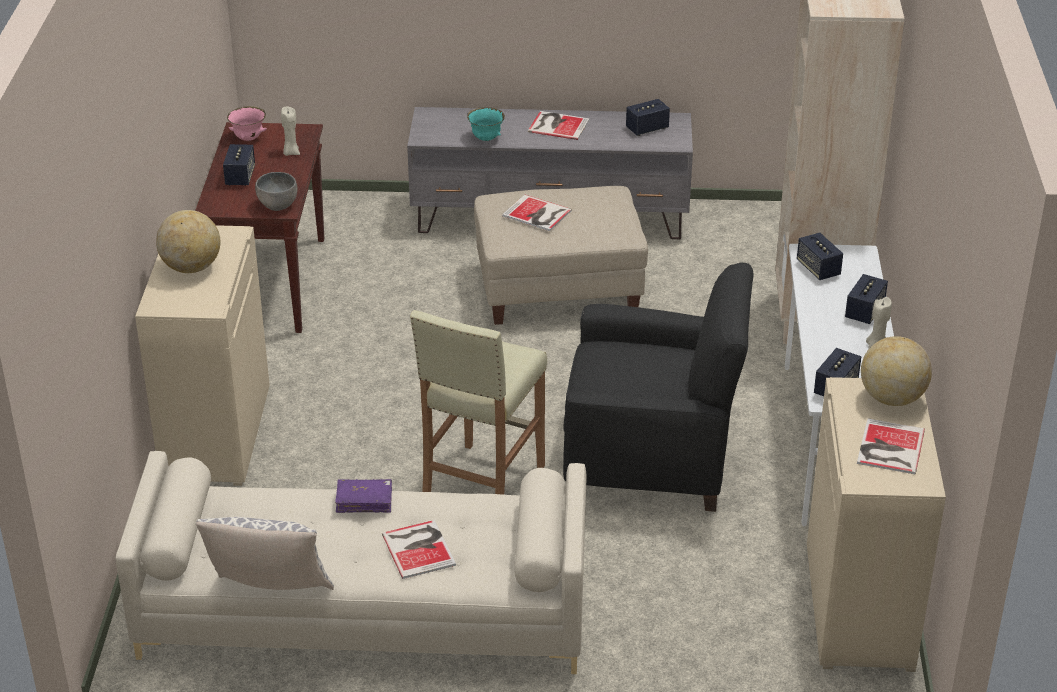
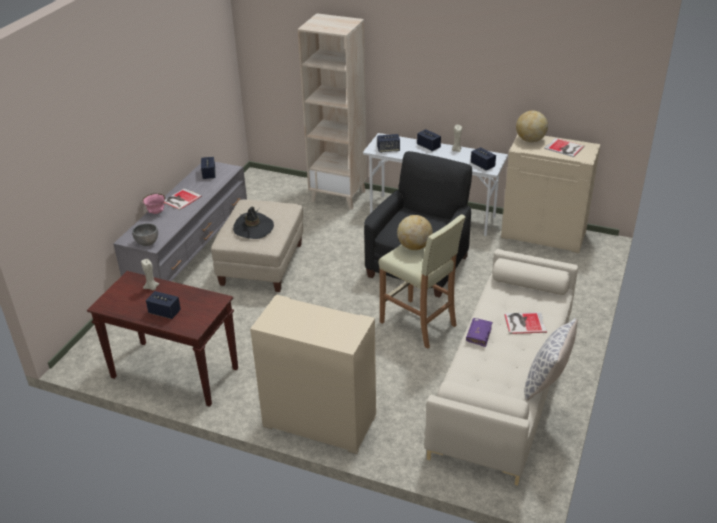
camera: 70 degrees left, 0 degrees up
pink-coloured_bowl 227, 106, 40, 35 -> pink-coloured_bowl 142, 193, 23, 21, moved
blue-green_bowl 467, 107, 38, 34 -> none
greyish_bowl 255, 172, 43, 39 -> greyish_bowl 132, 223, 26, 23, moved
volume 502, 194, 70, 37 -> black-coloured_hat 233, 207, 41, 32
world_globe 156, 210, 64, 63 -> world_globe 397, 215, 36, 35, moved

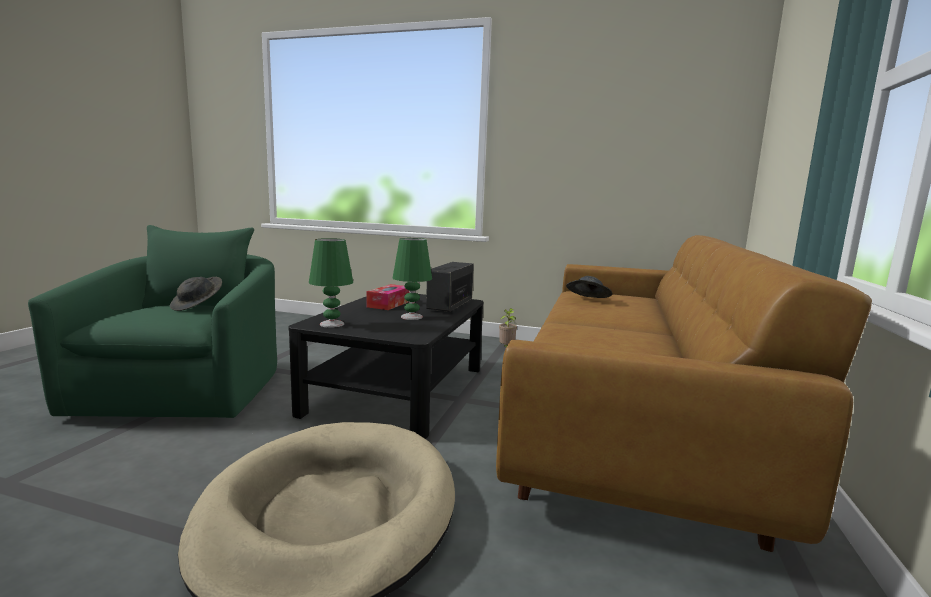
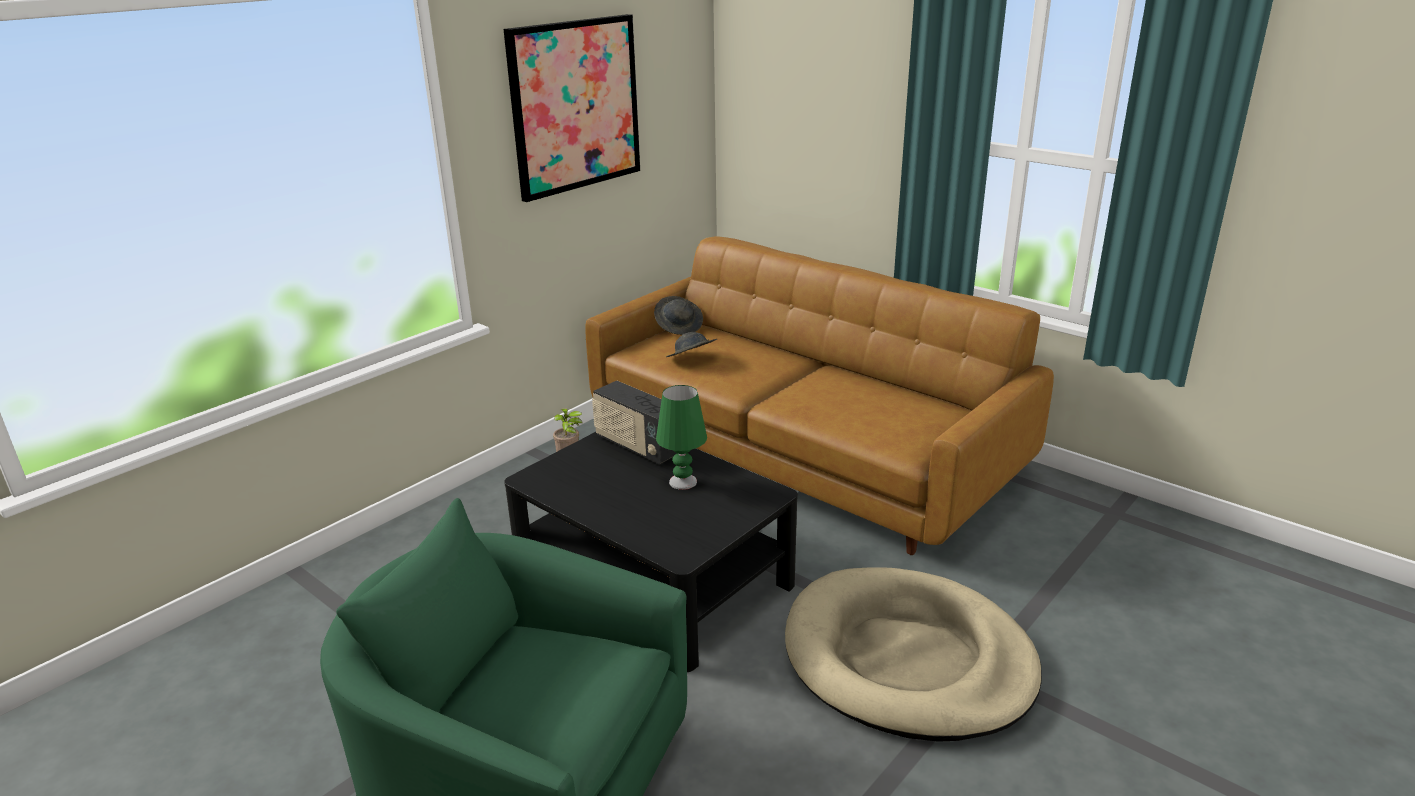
camera: 65 degrees left, 15 degrees up
greenish_table_lamp 309, 238, 44, 90 -> none
greyish_hat 170, 277, 52, 34 -> greyish_hat 654, 296, 49, 39, moved
box_of_tissues 366, 284, 43, 26 -> none
none -> wall_art 503, 14, 137, 188

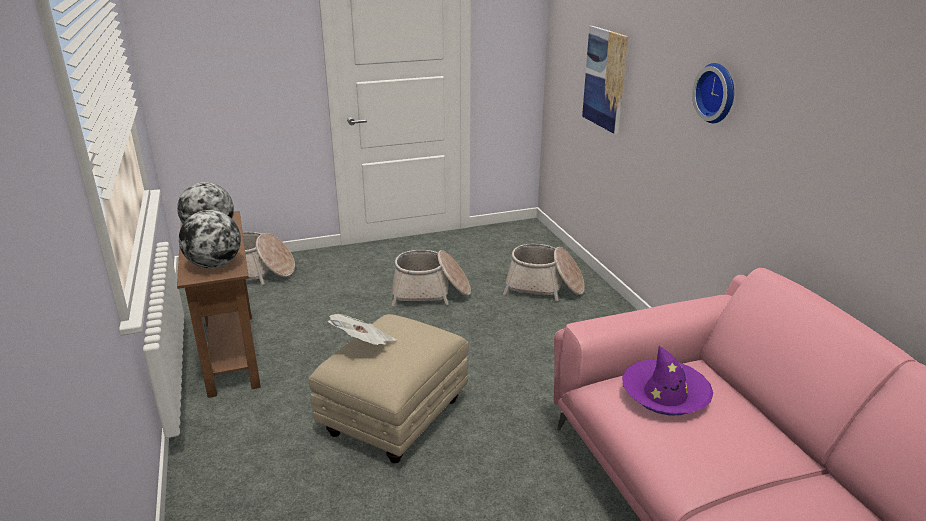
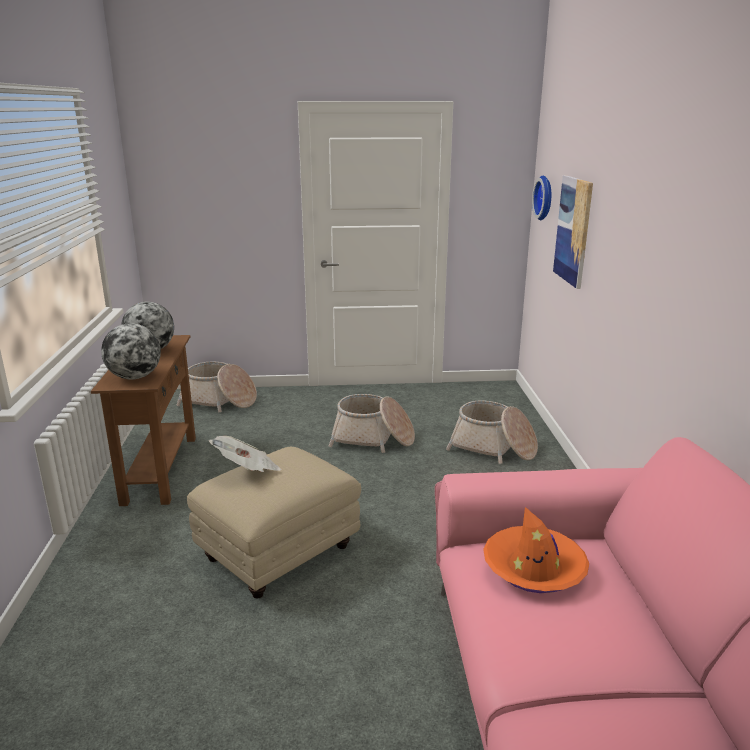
camera: 15 degrees right, 5 degrees down
wall_clock 692, 63, 42, 60 -> wall_clock 532, 176, 19, 44, moved
purple_hat 622, 346, 91, 70 -> orange_hat 483, 507, 106, 86

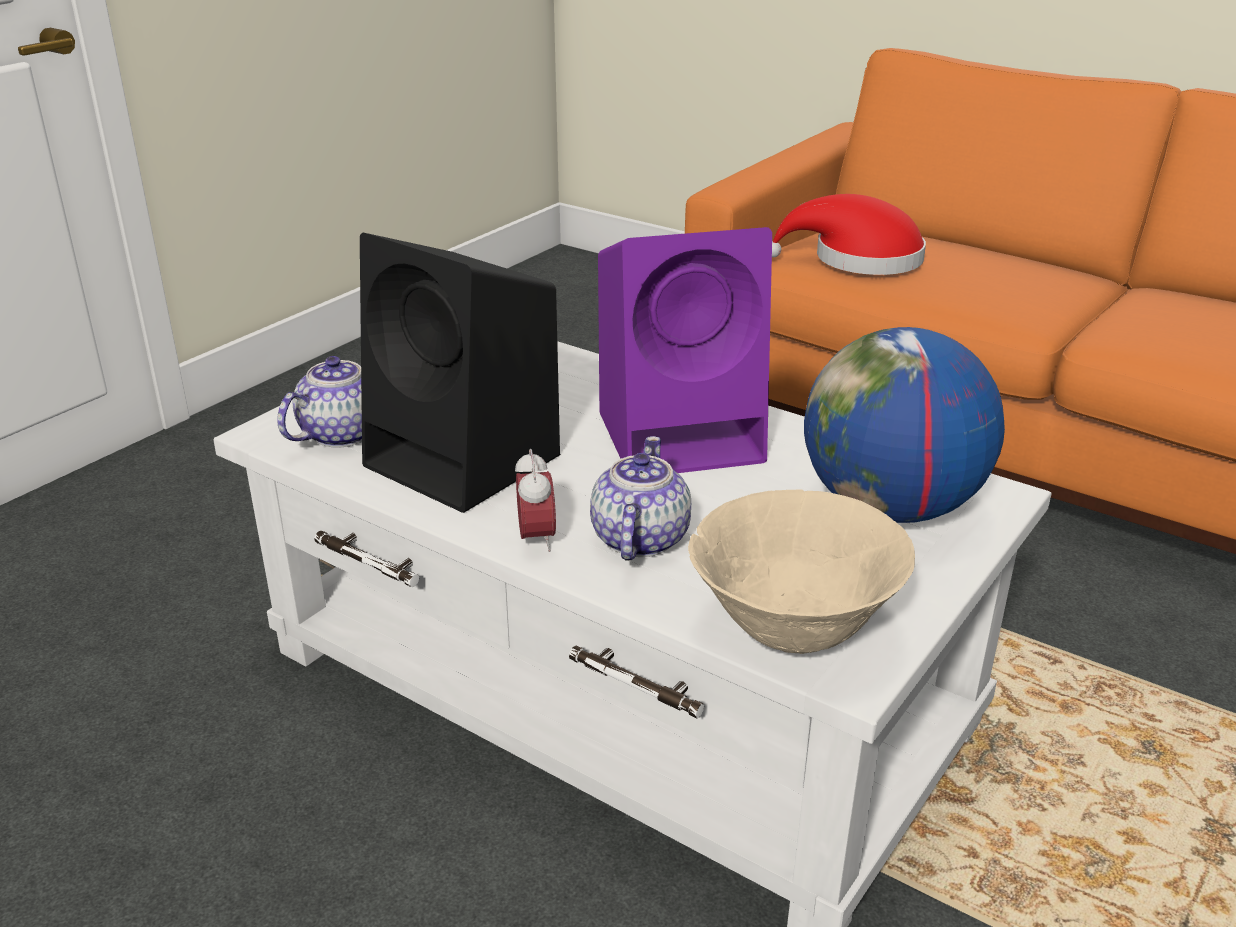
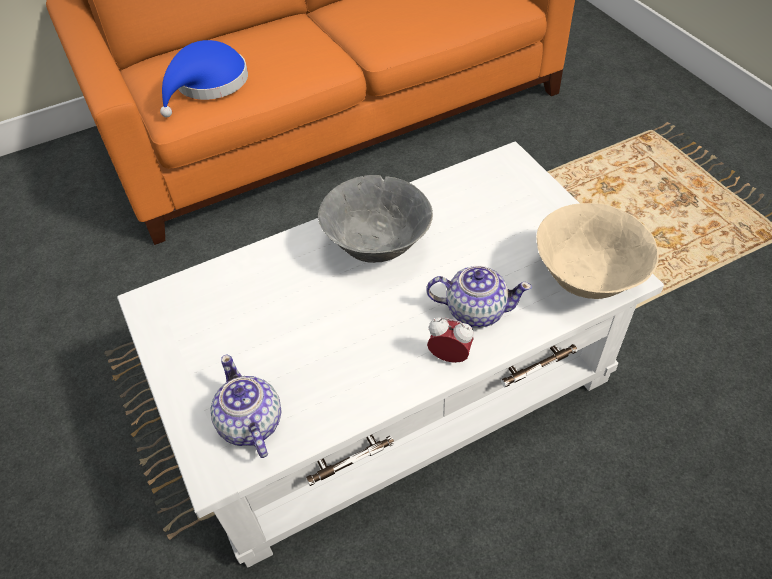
camera: 60 degrees left, 20 degrees up
red-coloured_hat 772, 194, 154, 81 -> blue-coloured_hat 160, 40, 88, 77
purple_audio_speaker 598, 227, 174, 246 -> greyish_bowl 318, 175, 115, 88
black-coloured_audio_speaker 360, 233, 200, 280 -> none
world_globe 804, 327, 201, 196 -> none
teapot 590, 436, 101, 124 -> teapot 426, 266, 106, 62, 150 degrees clockwise

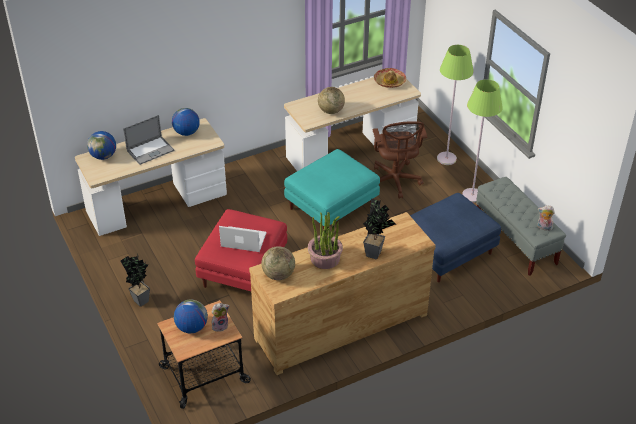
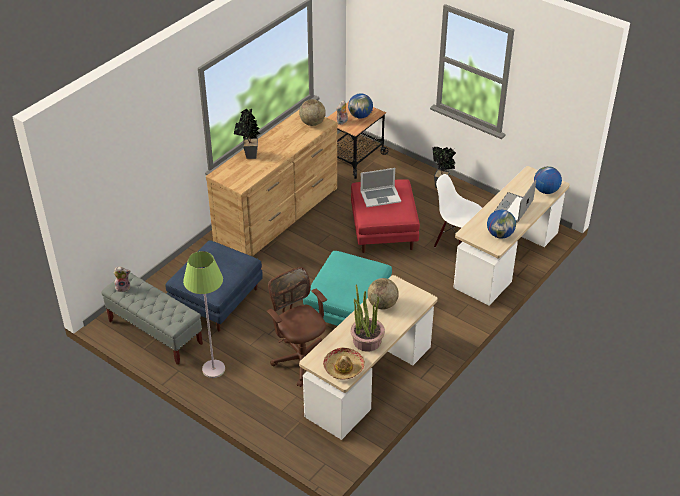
camera: 155 degrees right, 0 degrees up
greenish_standard_lamp 437, 45, 37, 120 -> none
potted_plant 308, 212, 35, 57 -> potted_plant 350, 285, 35, 67, moved
none -> white_plain_chair 434, 174, 48, 74

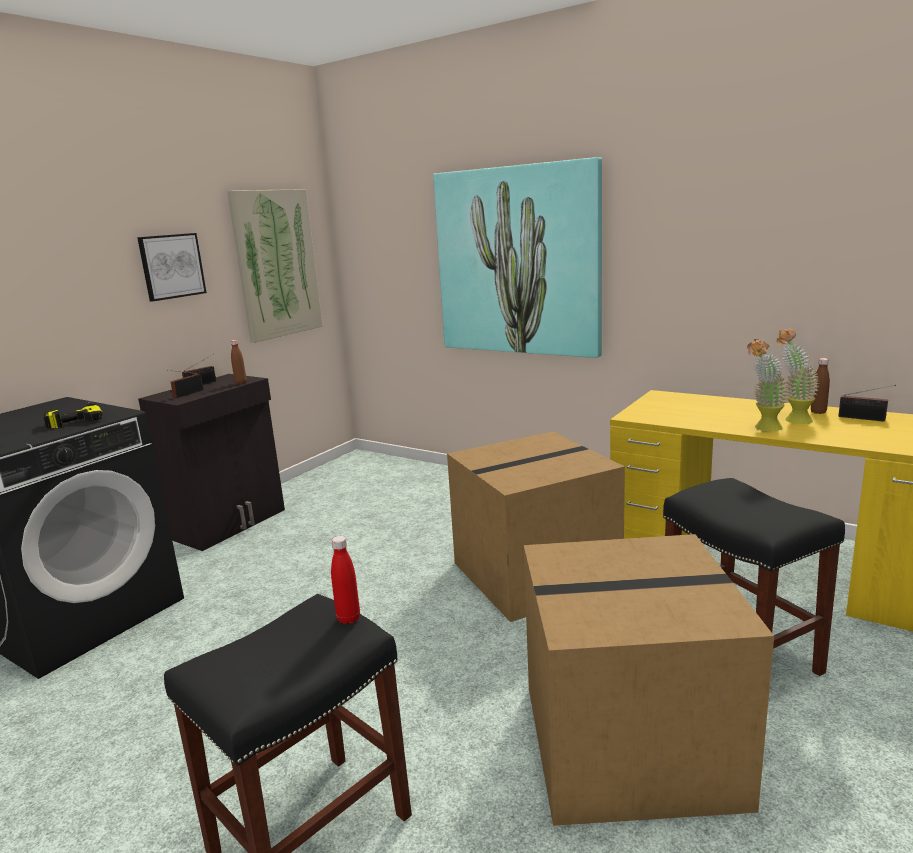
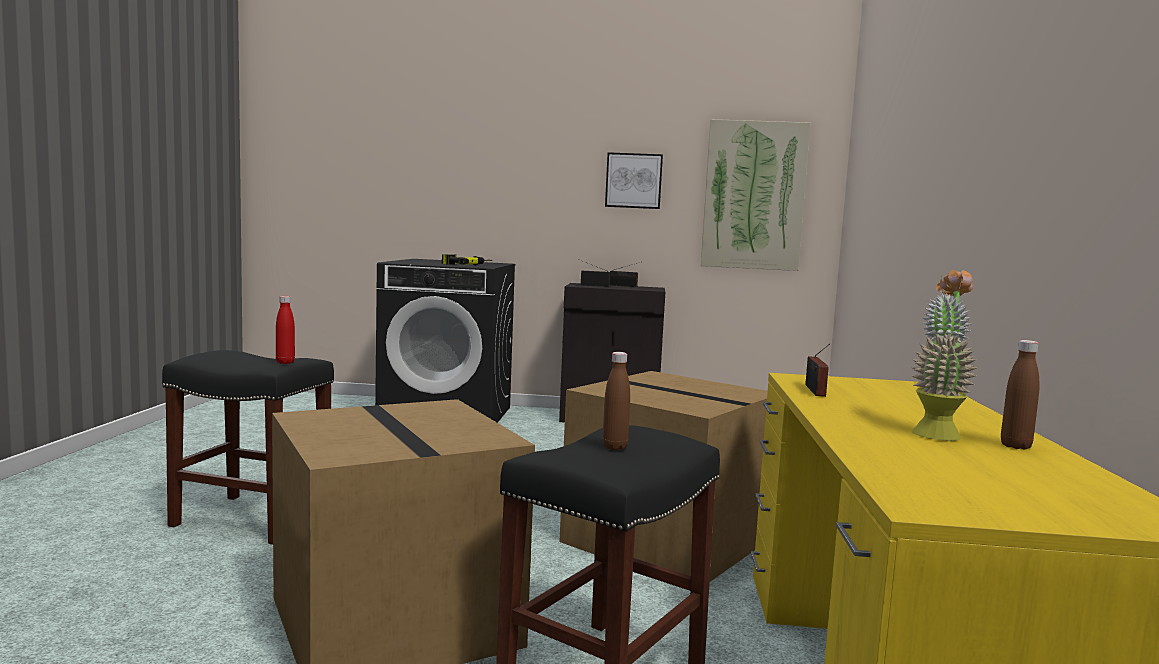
camera: 60 degrees right, 10 degrees down
wall_art 433, 157, 169, 201 -> none
potted_plant 747, 339, 42, 92 -> none
brown-coloured_bottle 231, 340, 16, 44 -> brown-coloured_bottle 602, 352, 28, 98, moved
radio_receiver 839, 385, 57, 37 -> radio_receiver 805, 344, 25, 53, moved

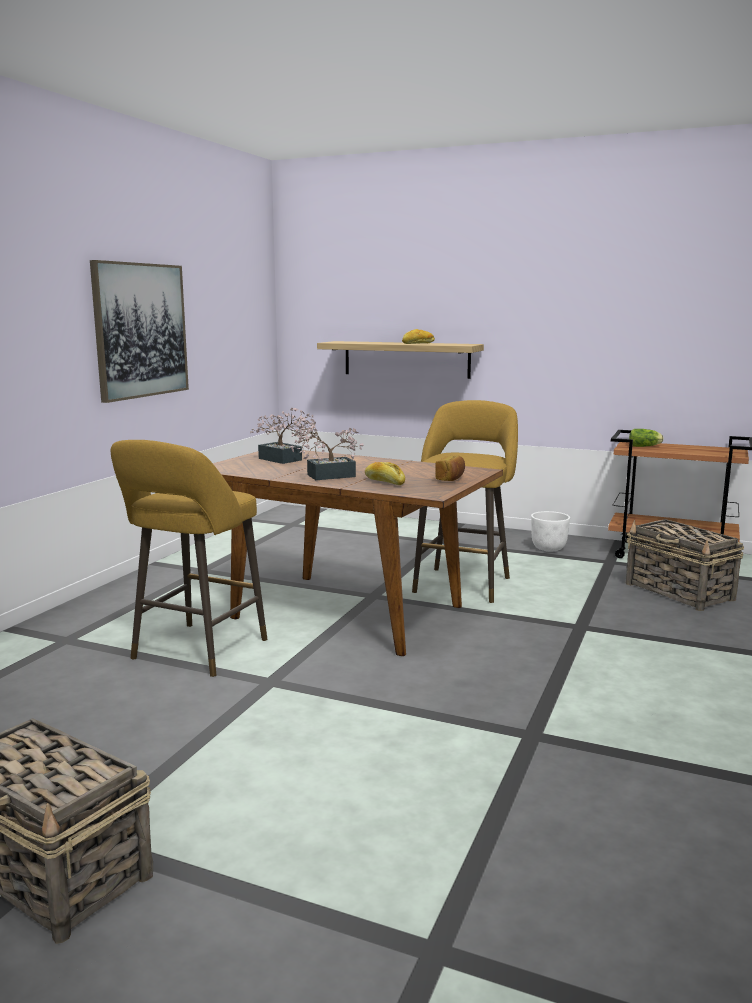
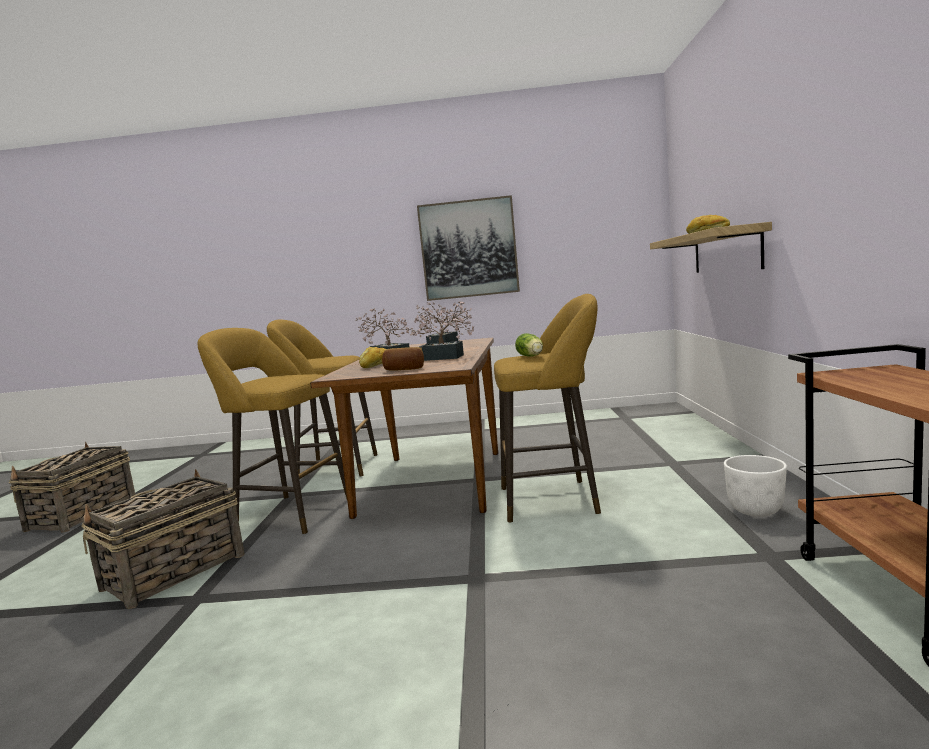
camera: 70 degrees right, 5 degrees down
head_of_lettuce 629, 429, 34, 18 -> head_of_lettuce 515, 333, 28, 23, moved
storage_basket 626, 519, 118, 92 -> storage_basket 81, 469, 164, 140, moved
none -> potted_plant 409, 301, 65, 60
none -> yellow_stool_seat 197, 328, 150, 206

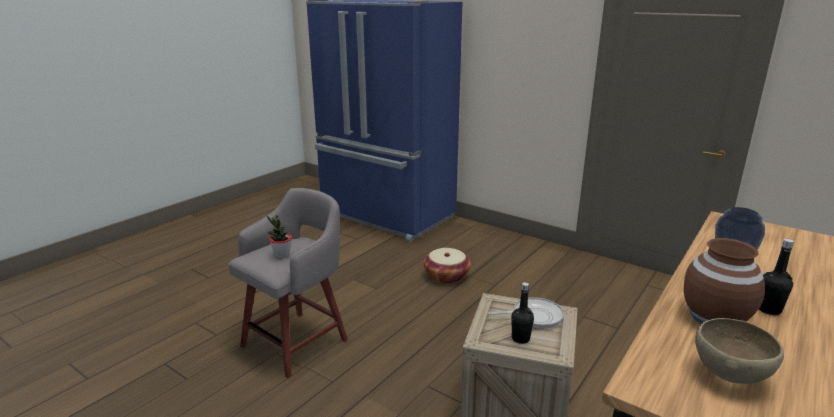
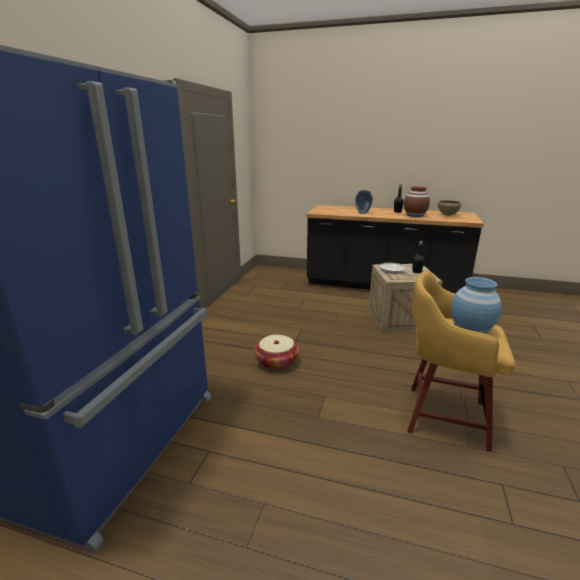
camera: 110 degrees left, 0 degrees up
greyish_stool_seat 228, 188, 120, 190 -> yellow_stool_seat 408, 271, 107, 181
potted_plant 267, 215, 25, 43 -> blue-coloured_flower_vase 451, 277, 51, 57

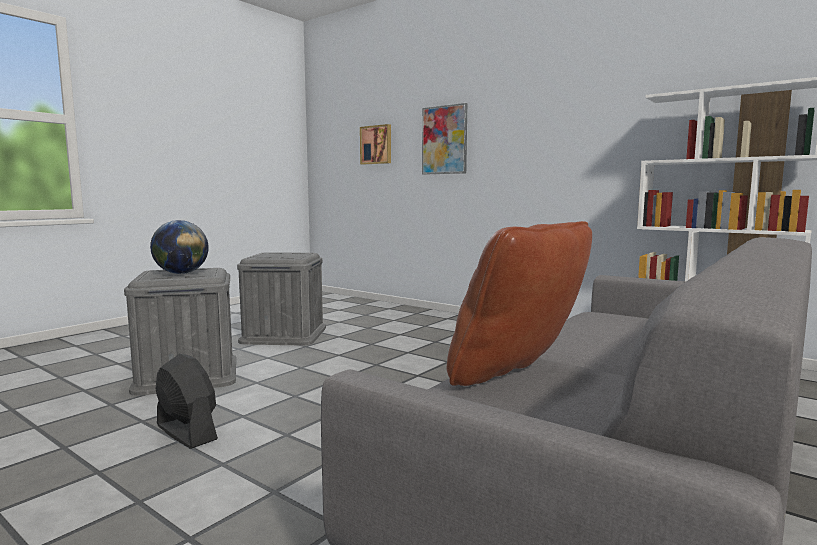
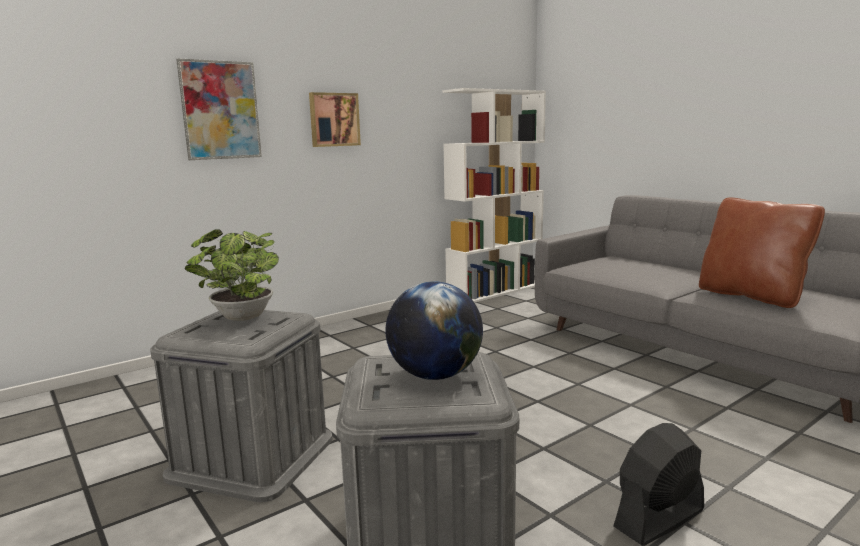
camera: 75 degrees left, 5 degrees up
wall_art 360, 124, 31, 40 -> wall_art 309, 92, 52, 55, moved
none -> potted_plant 185, 229, 94, 92

